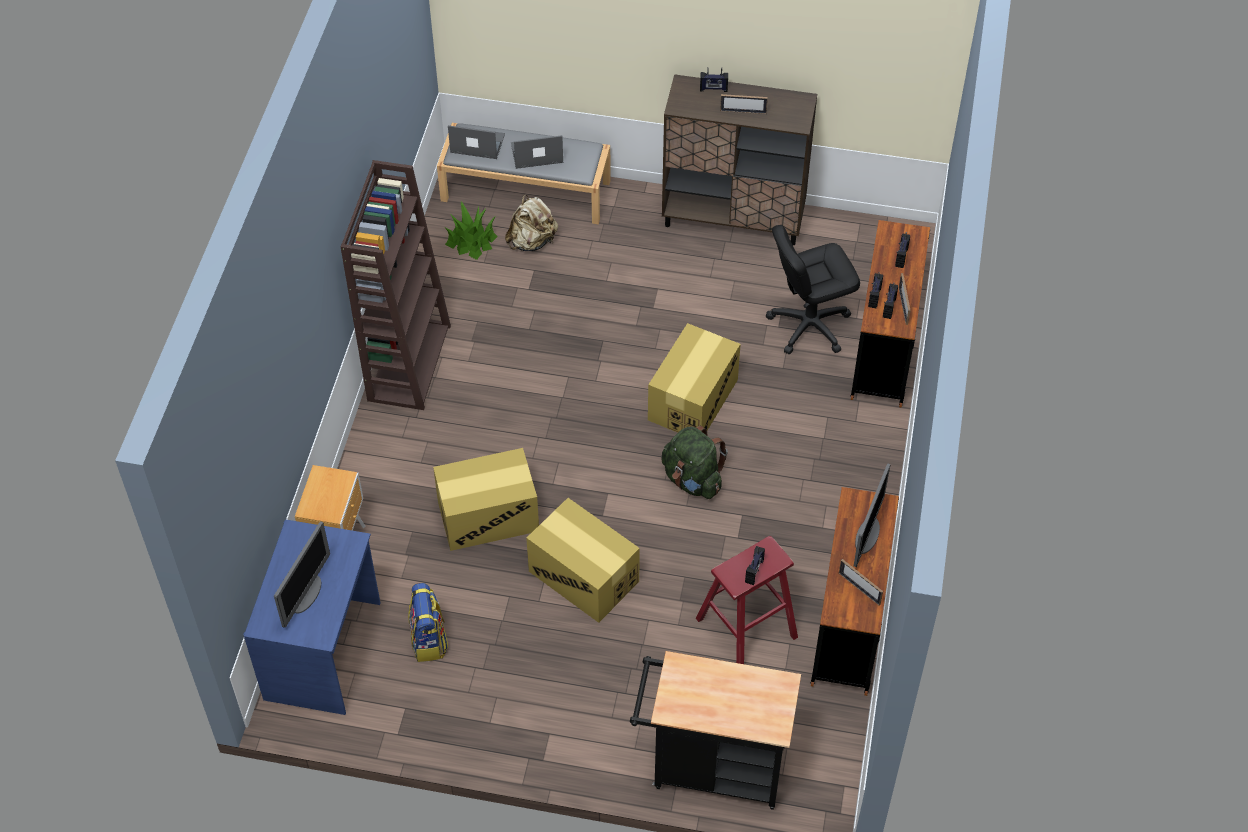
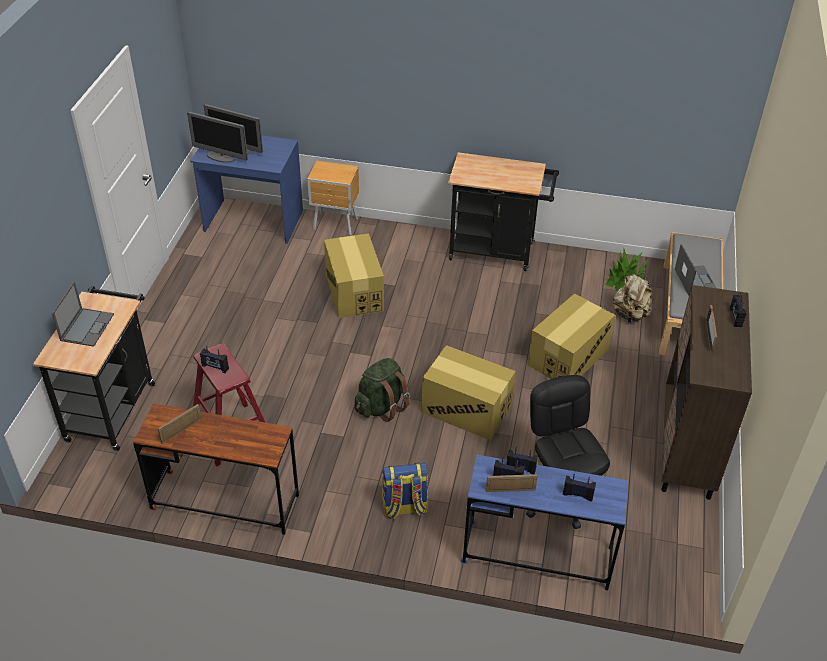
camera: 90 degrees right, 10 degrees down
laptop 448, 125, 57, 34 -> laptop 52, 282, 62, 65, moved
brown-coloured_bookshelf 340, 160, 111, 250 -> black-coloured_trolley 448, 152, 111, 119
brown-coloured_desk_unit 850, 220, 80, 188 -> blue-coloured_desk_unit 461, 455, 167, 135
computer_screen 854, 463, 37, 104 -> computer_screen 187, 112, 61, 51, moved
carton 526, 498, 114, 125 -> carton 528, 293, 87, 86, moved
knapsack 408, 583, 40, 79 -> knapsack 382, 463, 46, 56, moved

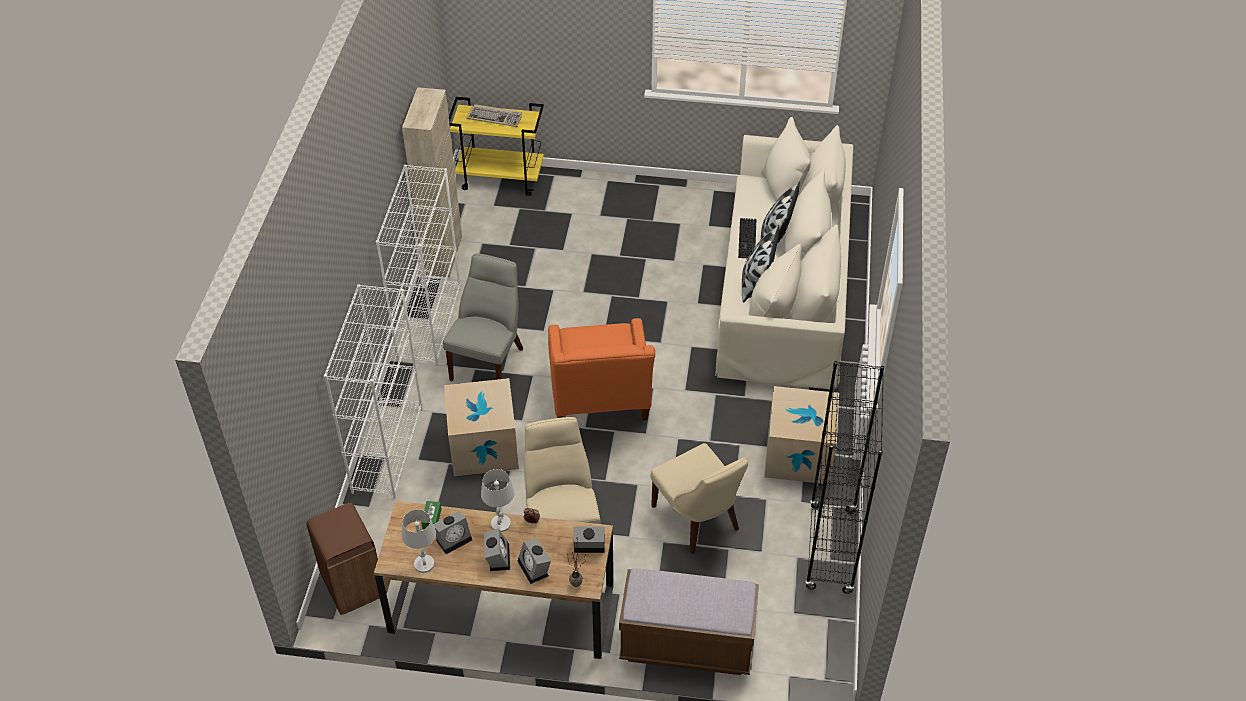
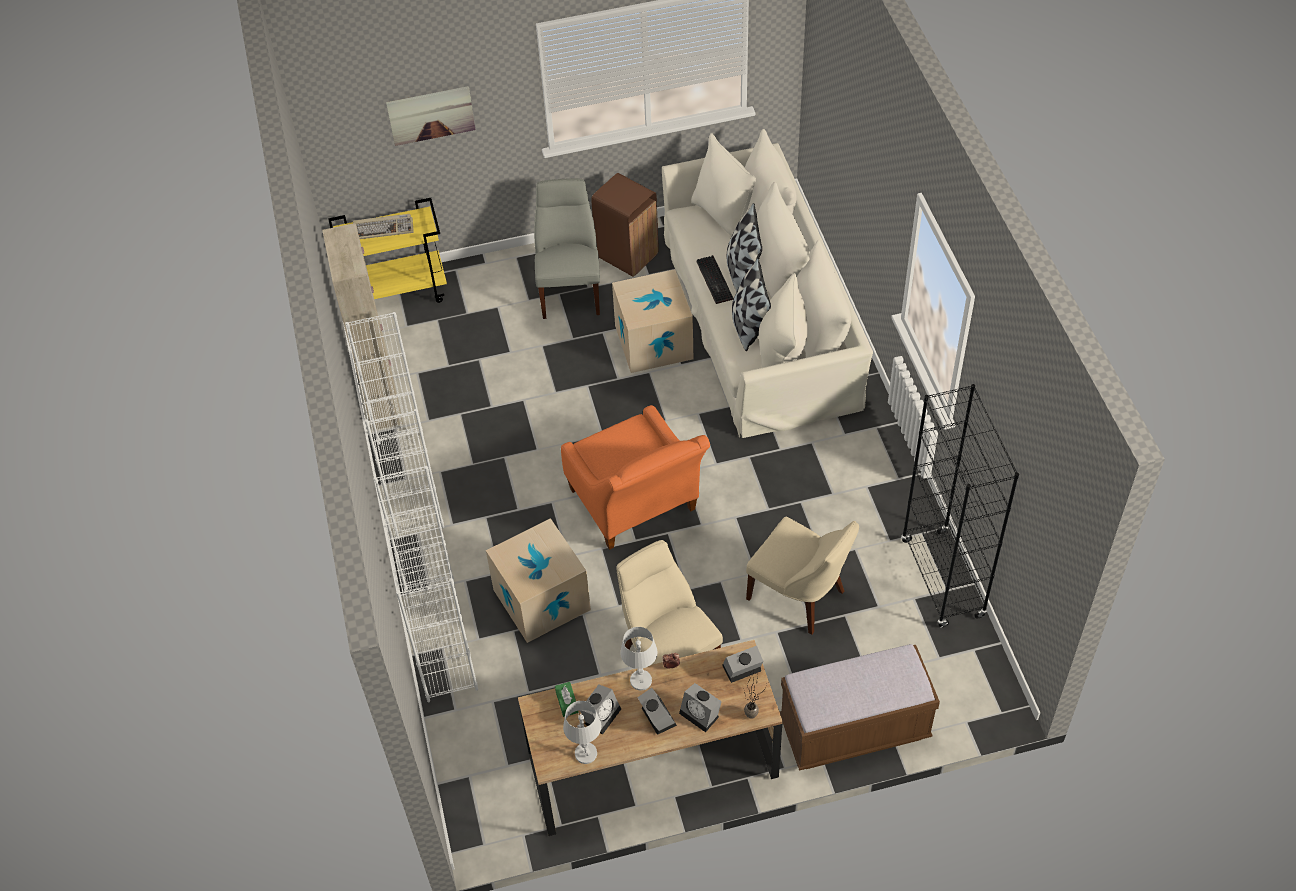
camera: 20 degrees left, 5 degrees up
greyish_plain_chair 443, 254, 80, 127 -> greyish_plain_chair 534, 178, 66, 141, moved
carton 764, 386, 75, 98 -> carton 612, 269, 81, 104, moved
brown-coloured_trash_can 306, 502, 74, 113 -> brown-coloured_trash_can 591, 173, 68, 104, moved
none -> wall_art 386, 86, 89, 60

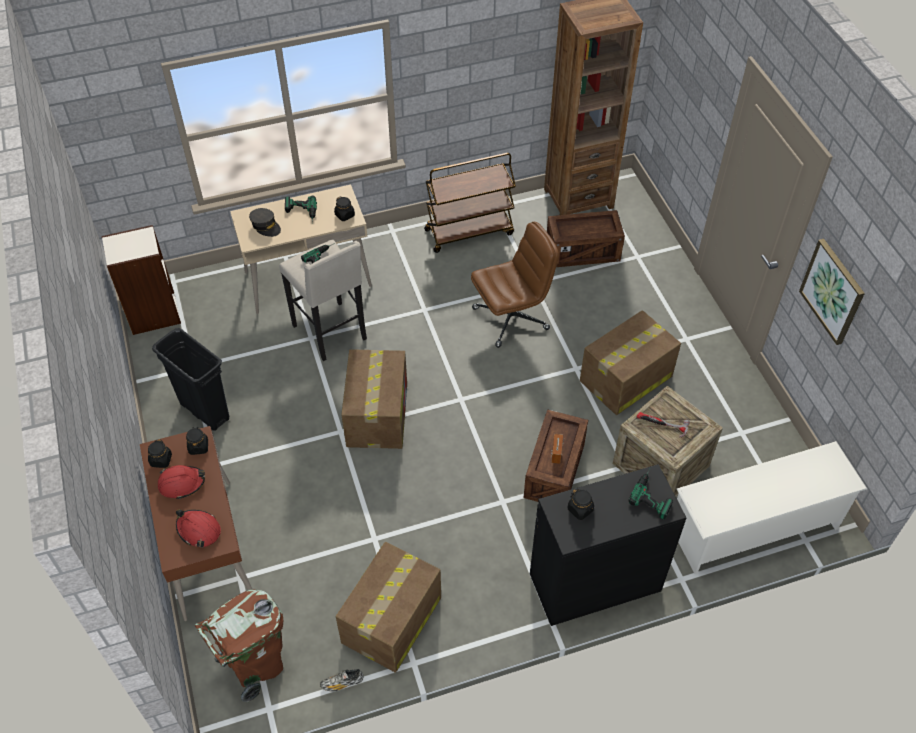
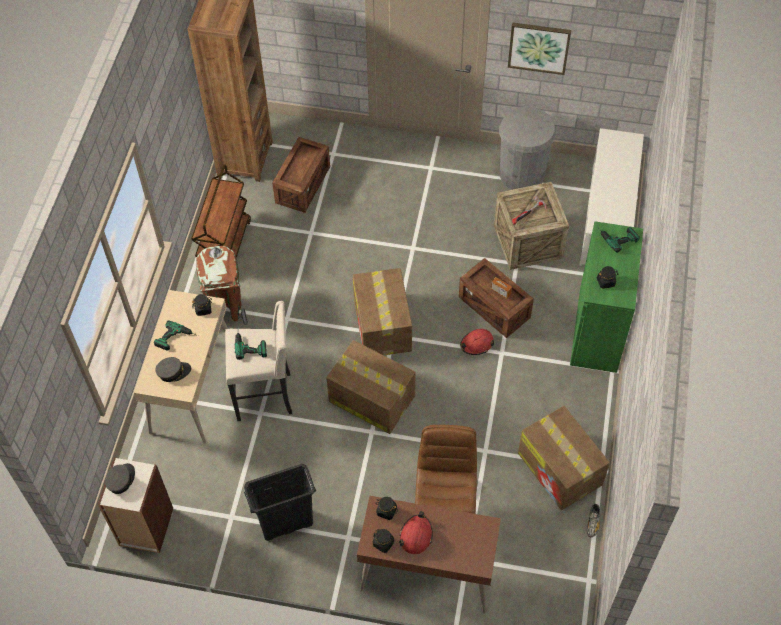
camera: 60 degrees left, 5 degrees up
brown-coloured_computer_chair 471, 222, 88, 126 -> brown-coloured_computer_chair 415, 425, 62, 89, moved
carton 580, 310, 101, 105 -> carton 353, 268, 59, 87, moved
black-coloured_cupboard 530, 464, 156, 162 -> greenish_cupboard 570, 222, 73, 151
red-coloured_safety_helmet 176, 509, 45, 38 -> red-coloured_safety_helmet 460, 329, 34, 26, moved
brown-coloured_trash_can 195, 590, 88, 112 -> brown-coloured_trash_can 196, 246, 52, 79, moved
none -> greyish_trash_can 499, 107, 57, 83
none -> greyish_baseball_cap 105, 463, 30, 31

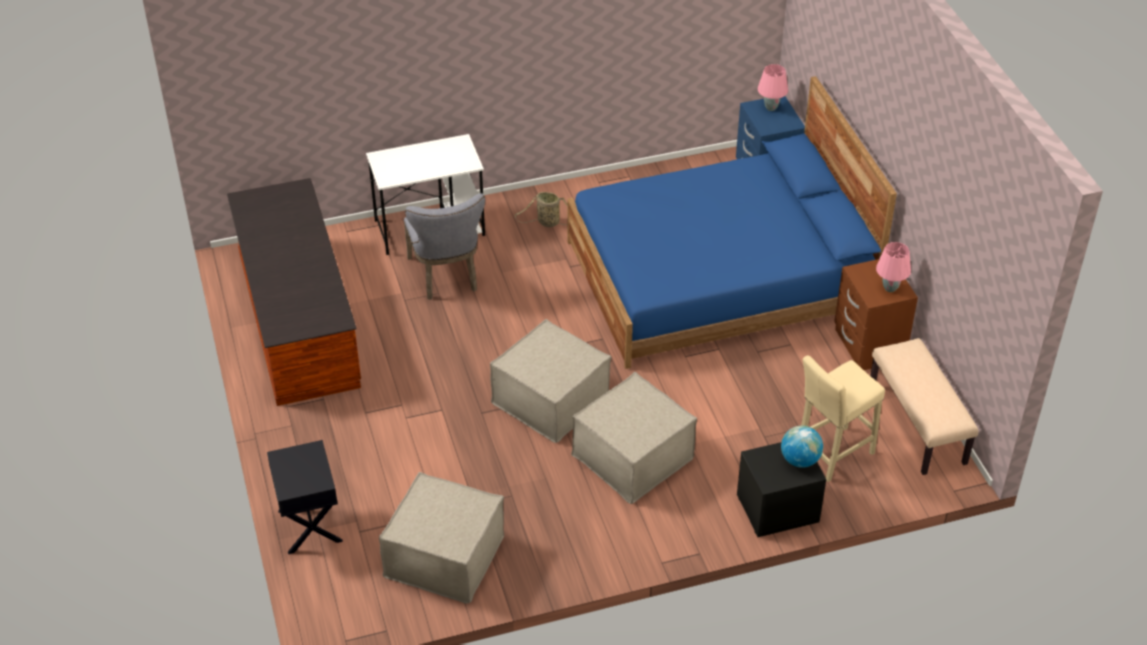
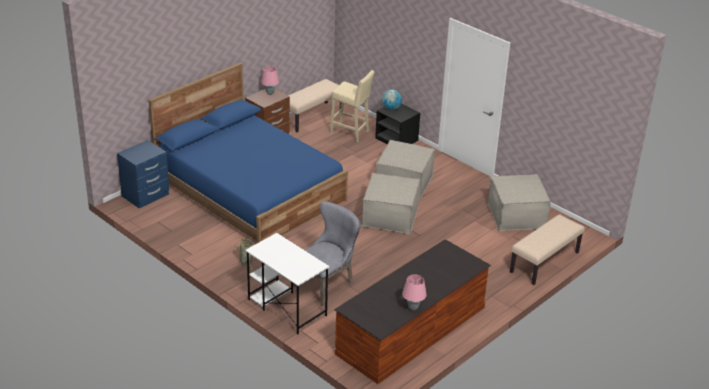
camera: 120 degrees left, 10 degrees down
pink-coloured_table_lamp 758, 64, 30, 47 -> pink-coloured_table_lamp 402, 274, 25, 37, moved
black-coloured_night_table 267, 440, 76, 114 -> beige-coloured_long_seat 510, 214, 75, 71

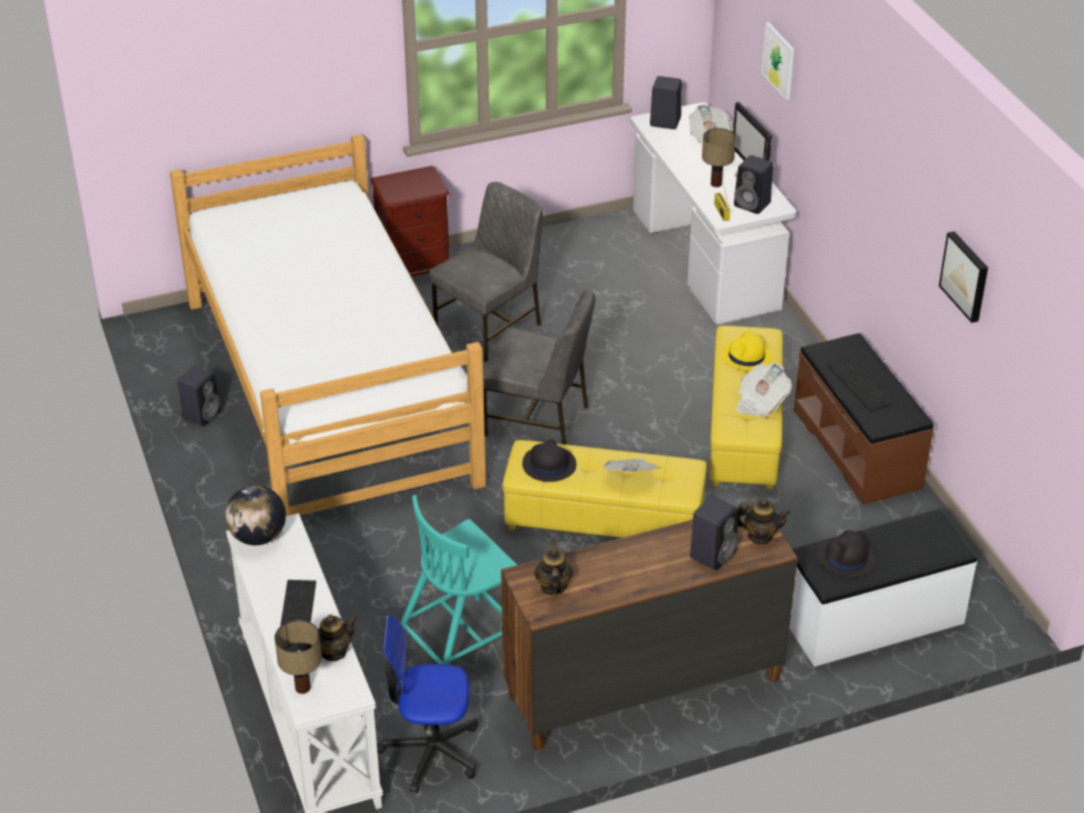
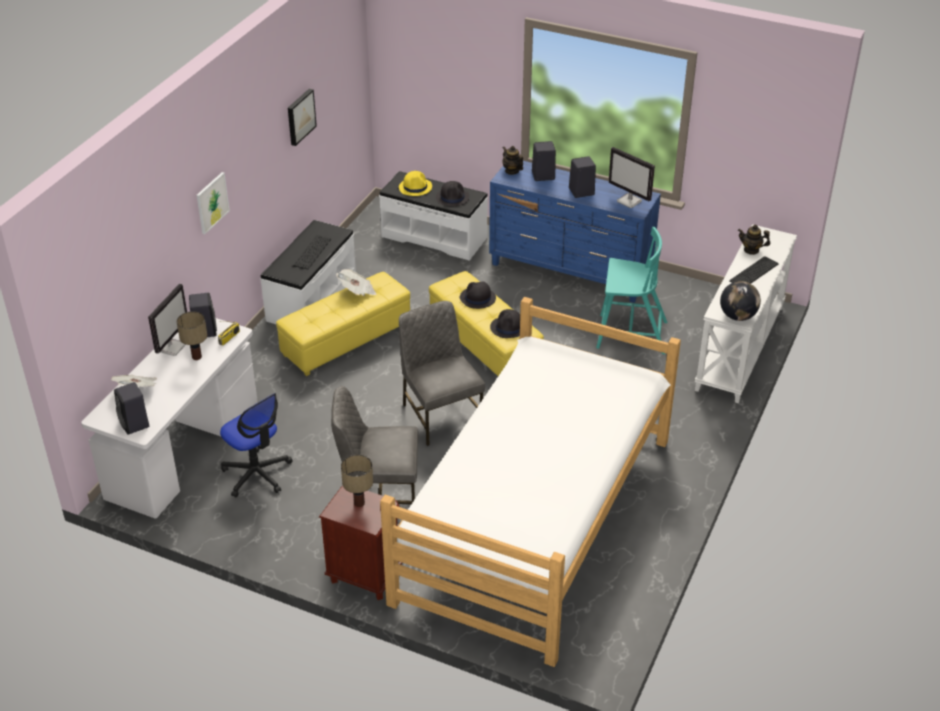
camera: 135 degrees left, 0 degrees up
wall_art 762, 22, 32, 78 -> wall_art 197, 172, 33, 62, moved
yellow_hat 721, 332, 51, 39 -> yellow_hat 399, 171, 33, 25, moved
brown-coloured_long_seat 794, 333, 140, 172 -> white_long_seat 260, 220, 96, 104
black-coloured_audio_speaker 178, 366, 43, 61 -> black-coloured_audio_speaker 569, 156, 27, 42, moved
daily_paper 603, 458, 56, 14 -> black-coloured_hat 460, 281, 36, 28
brown-coloured_drawer_chest 501, 503, 297, 248 -> blue-coloured_drawer_chest 489, 161, 172, 142
teapot 534, 541, 39, 54 -> computer_screen 608, 147, 47, 61
computer_chair 377, 615, 101, 179 -> computer_chair 220, 393, 72, 104, moved
table_lamp 275, 620, 47, 74 -> table_lamp 341, 455, 32, 52, moved

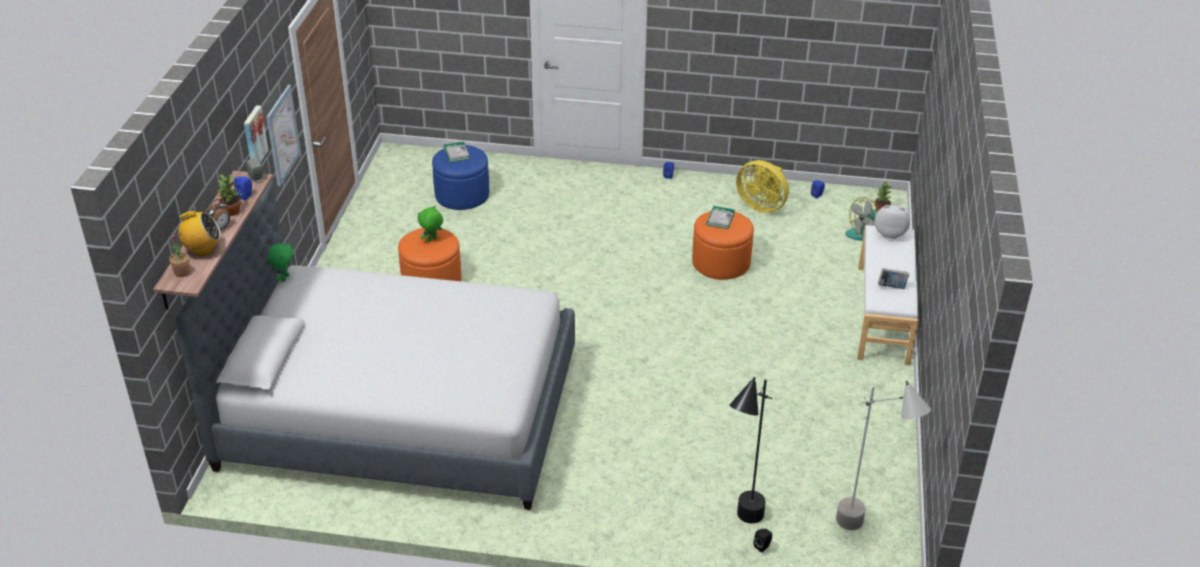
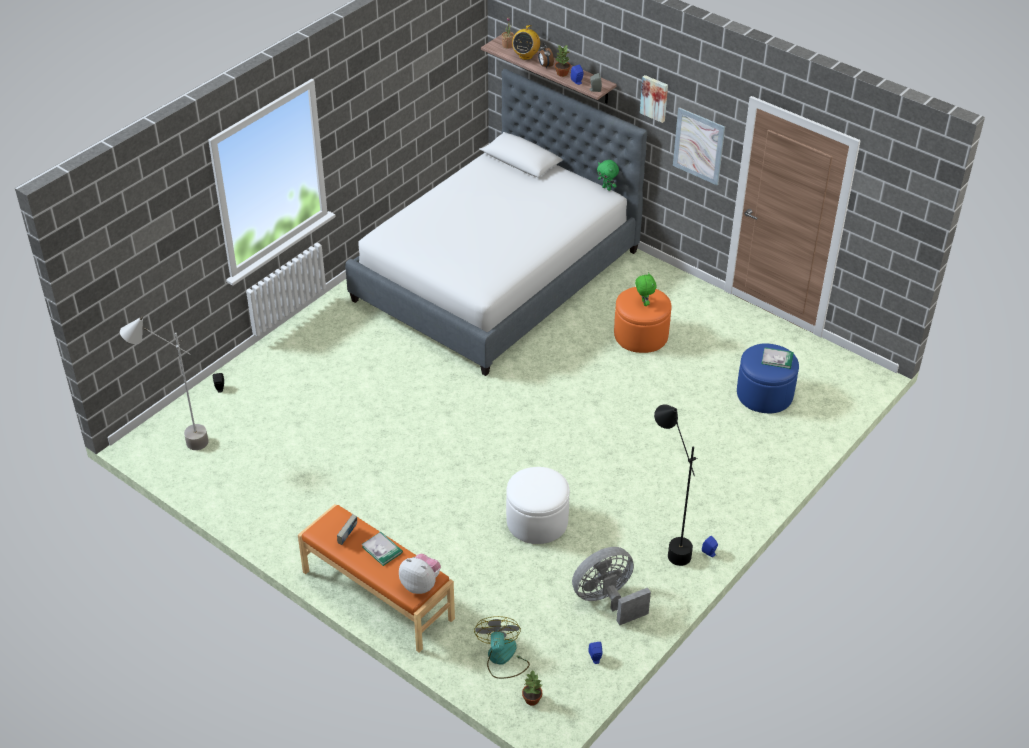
camera: 120 degrees right, 5 degrees up
yellow_electric_fan 736, 160, 53, 53 -> greyish_electric_fan 572, 547, 79, 78
soft_toy 875, 205, 35, 34 -> soft_toy 399, 554, 42, 40, 105 degrees counterclockwise
volume 706, 206, 29, 23 -> volume 362, 532, 41, 34, moved
orange_pouffe 692, 211, 62, 69 -> white_pouffe 506, 467, 64, 77
white_long_seat 857, 225, 62, 140 -> orange_long_seat 298, 504, 157, 149
black-coloured_standard_lamp 729, 377, 44, 146 -> black-coloured_standard_lamp 654, 404, 43, 162, moved

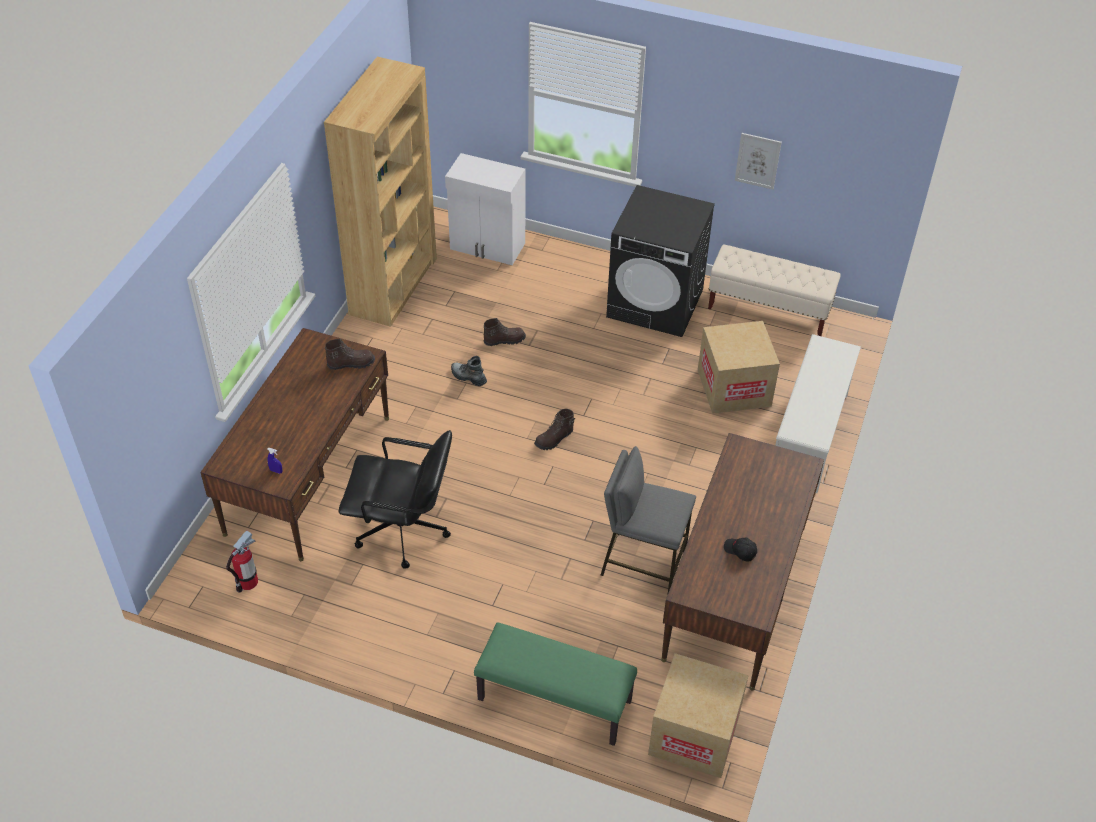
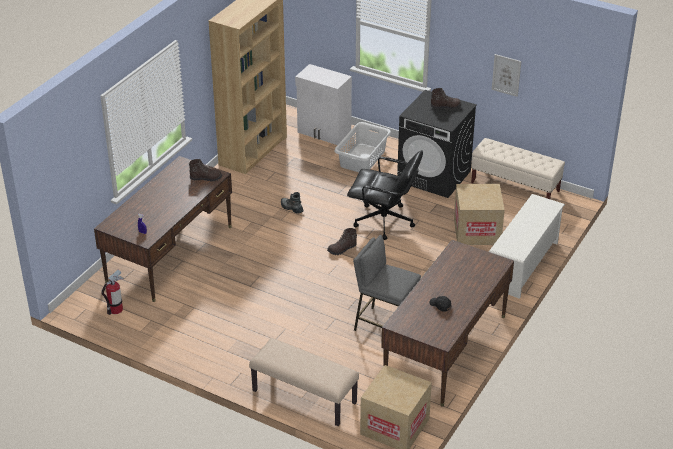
camera: 10 degrees right, 10 degrees down
brown-coloured_boot 484, 318, 42, 28 -> brown-coloured_boot 431, 88, 30, 22, moved
black-coloured_computer_chair 339, 430, 113, 139 -> black-coloured_computer_chair 347, 150, 76, 90, moved
greenish_long_seat 474, 623, 163, 123 -> beige-coloured_long_seat 249, 338, 110, 88
none -> white_laundry_basket 334, 122, 57, 50

